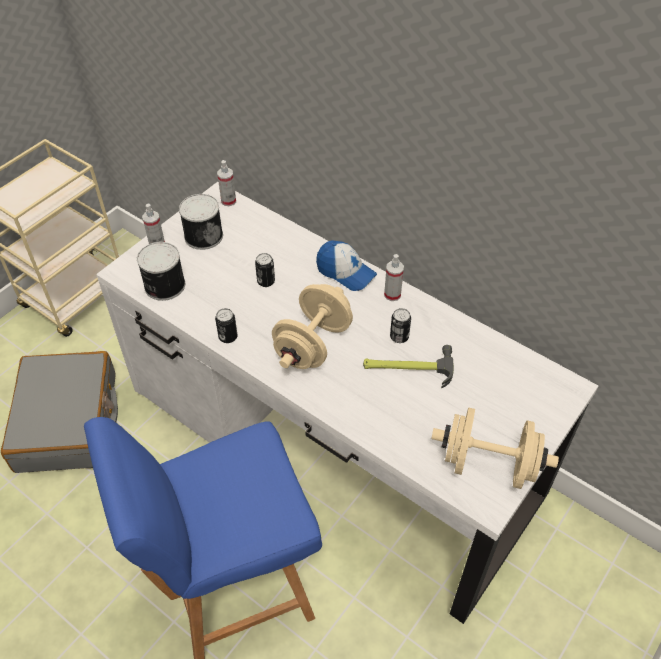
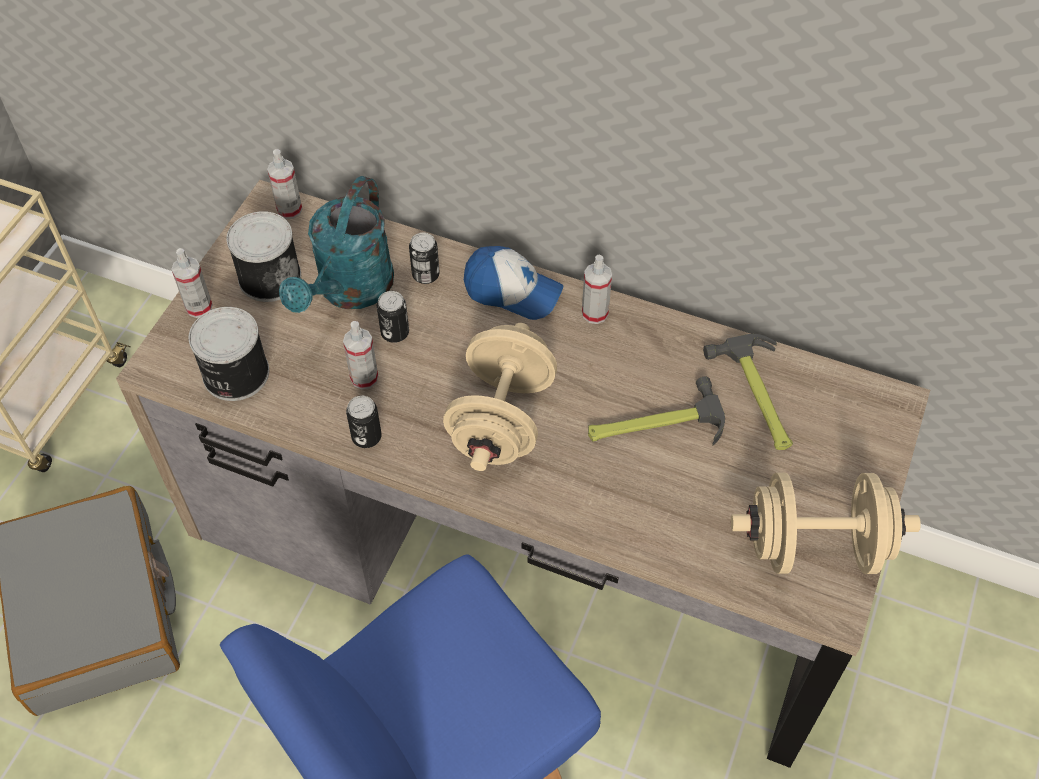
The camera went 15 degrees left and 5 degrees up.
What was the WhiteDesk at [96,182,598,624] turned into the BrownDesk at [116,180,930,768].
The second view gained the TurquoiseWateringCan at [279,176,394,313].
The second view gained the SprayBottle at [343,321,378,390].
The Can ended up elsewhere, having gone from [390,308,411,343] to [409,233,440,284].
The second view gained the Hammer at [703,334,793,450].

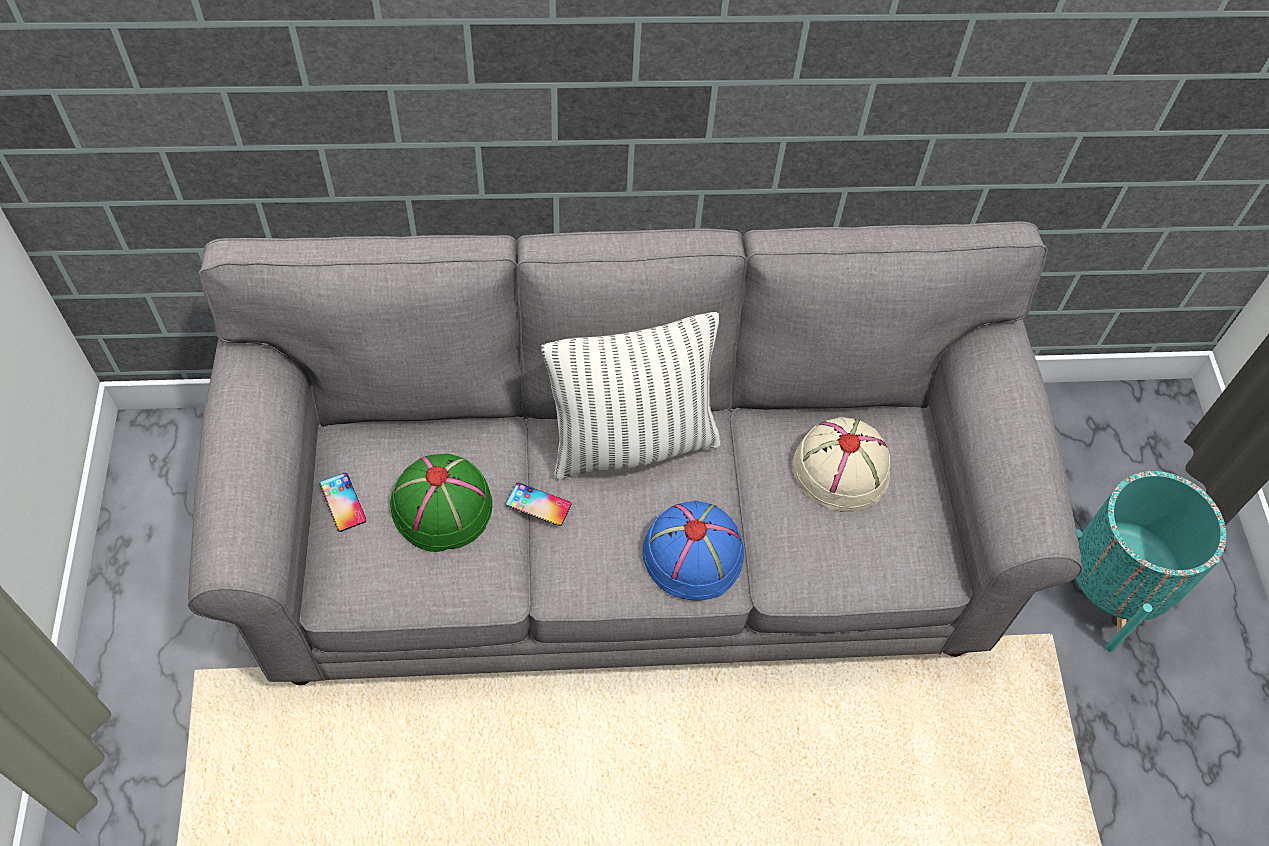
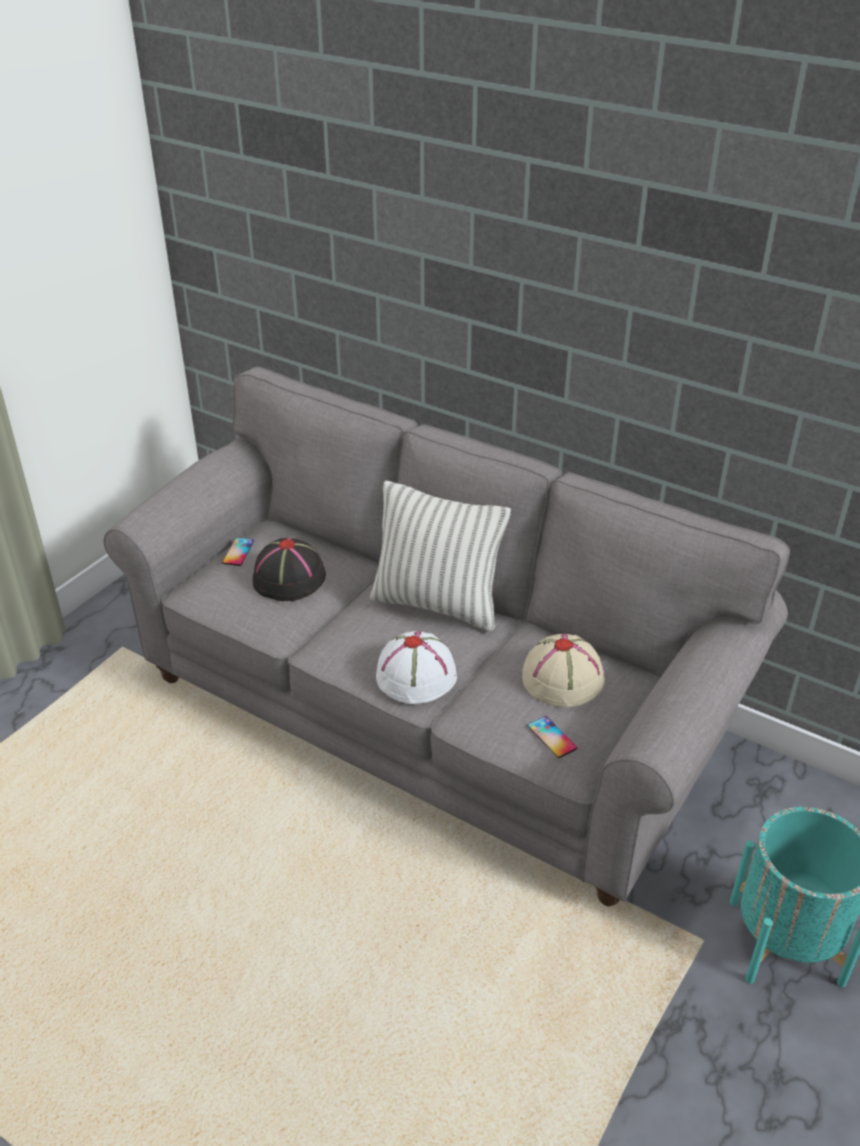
The camera went 40 degrees right and 20 degrees down.
What was the GreenHat at [390,453,492,552] turned into the BlackHat at [252,538,326,601].
What was the BlueHat at [642,501,744,600] turned into the WhiteHat at [376,631,457,704].
The Phone ended up elsewhere, having gone from [506,483,571,526] to [527,716,577,758].

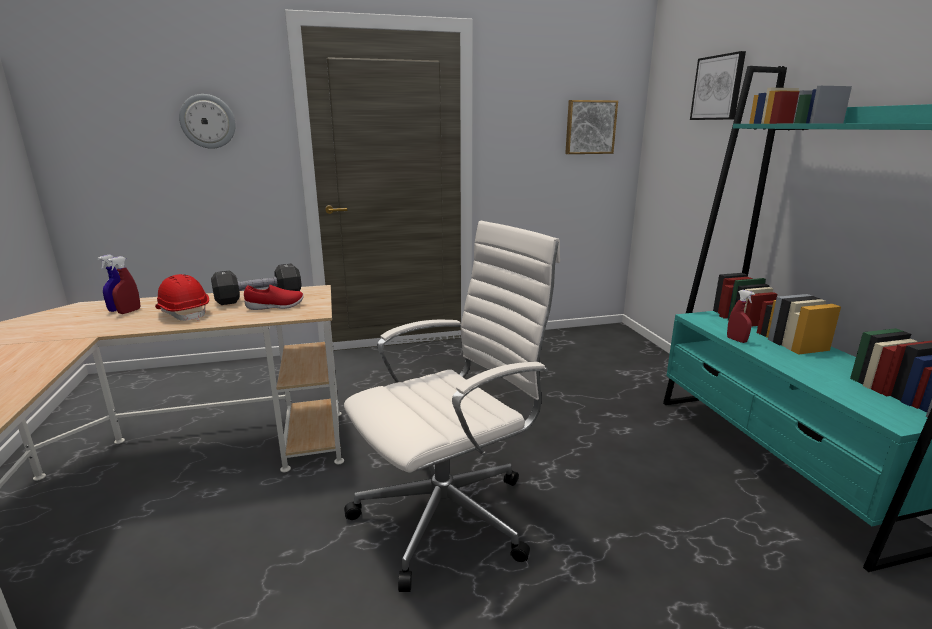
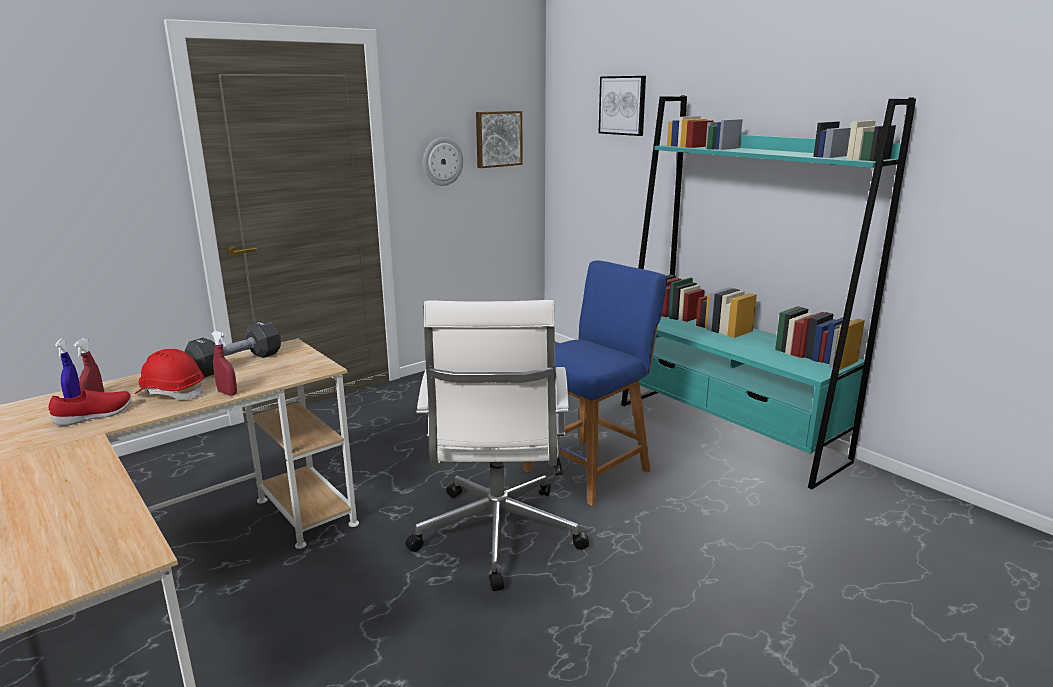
The camera went 25 degrees left and 0 degrees up.
The RedShoe ended up elsewhere, having gone from [244,285,304,310] to [49,390,132,426].
The RedSprayBottle ended up elsewhere, having gone from [727,290,755,343] to [212,331,237,396].
The WhiteOfficeChair at [344,221,560,592] ended up facing another way, 150 degrees clockwise from before.
The WallClock ended up elsewhere, having gone from [179,94,236,149] to [423,137,463,186].
The second view gained the BlueStool at [523,260,667,506].

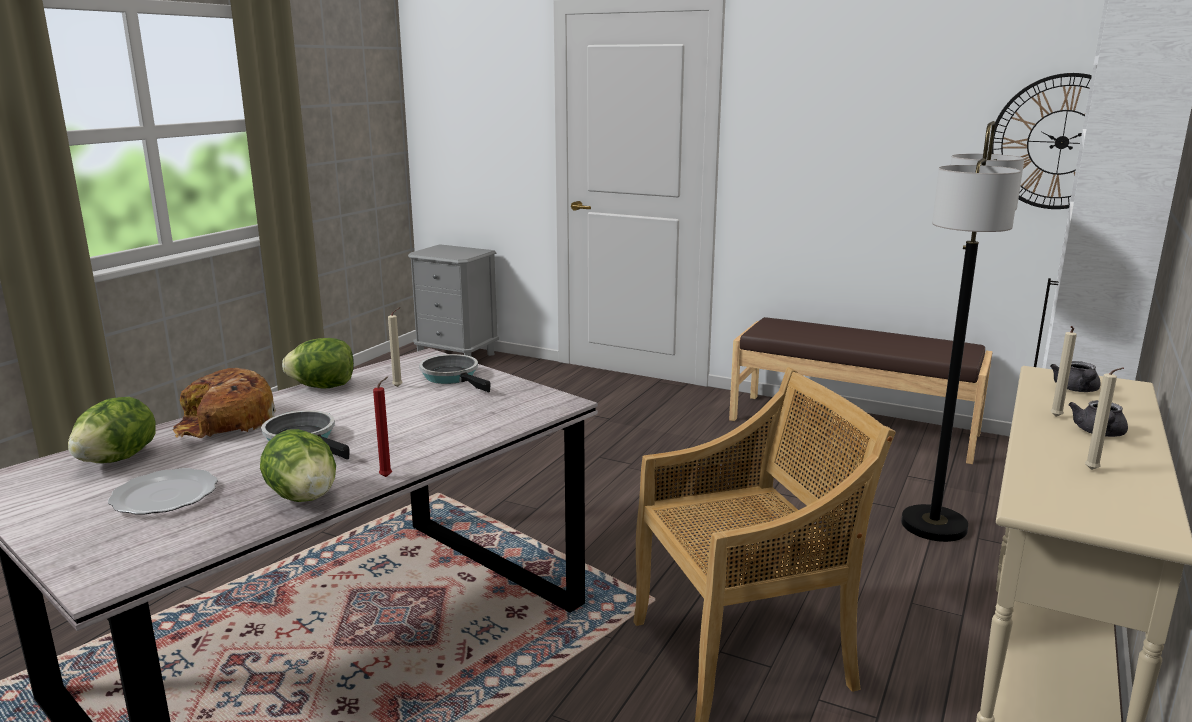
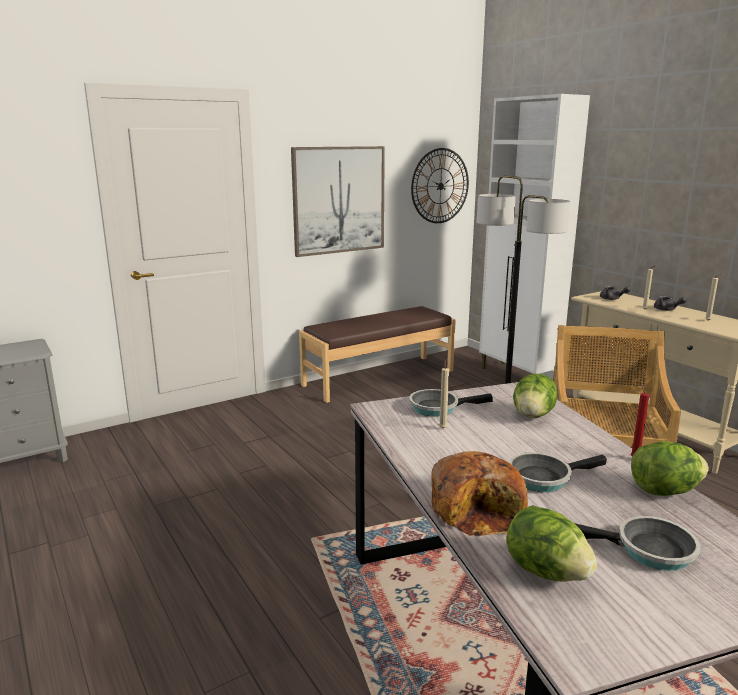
The camera went 60 degrees left and 0 degrees up.
The second view gained the Picture at [291,146,385,257].
The Lettuce ended up elsewhere, having gone from [282,338,354,389] to [513,374,557,418].
Where the Plate stood at [108,468,218,515], the FryingPan came to stand at [574,516,701,571].

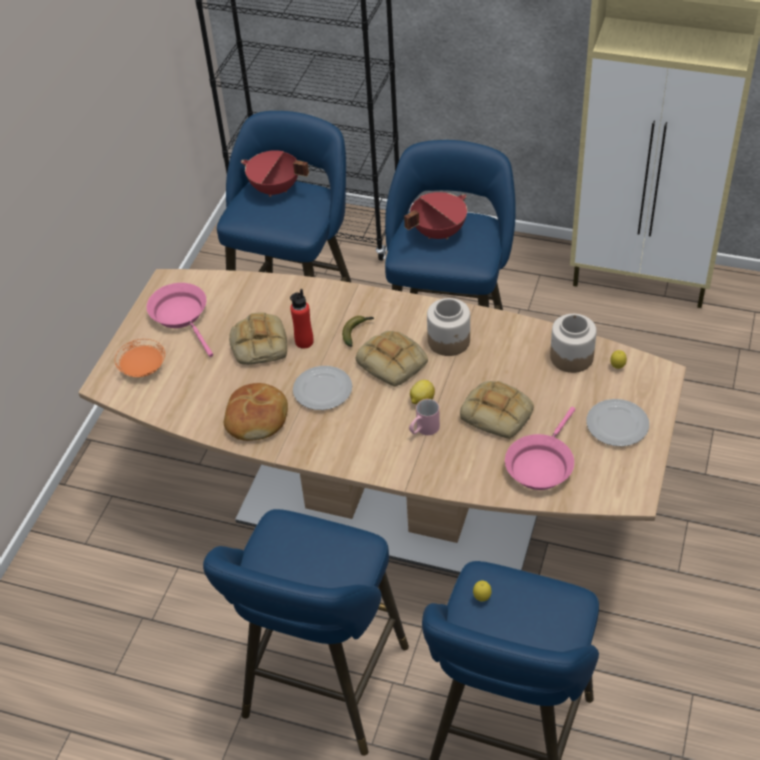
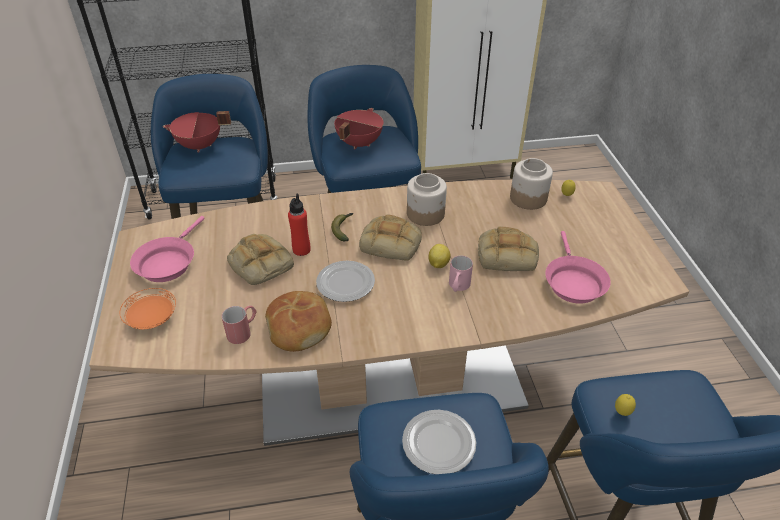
The camera went 30 degrees left and 5 degrees down.
The PinkFryingPan at [147,283,213,357] ended up facing another way, 105 degrees counterclockwise from before.
The second view gained the RedMug at [222,305,257,344].
The Plate ended up elsewhere, having gone from [586,399,649,446] to [402,410,476,474].

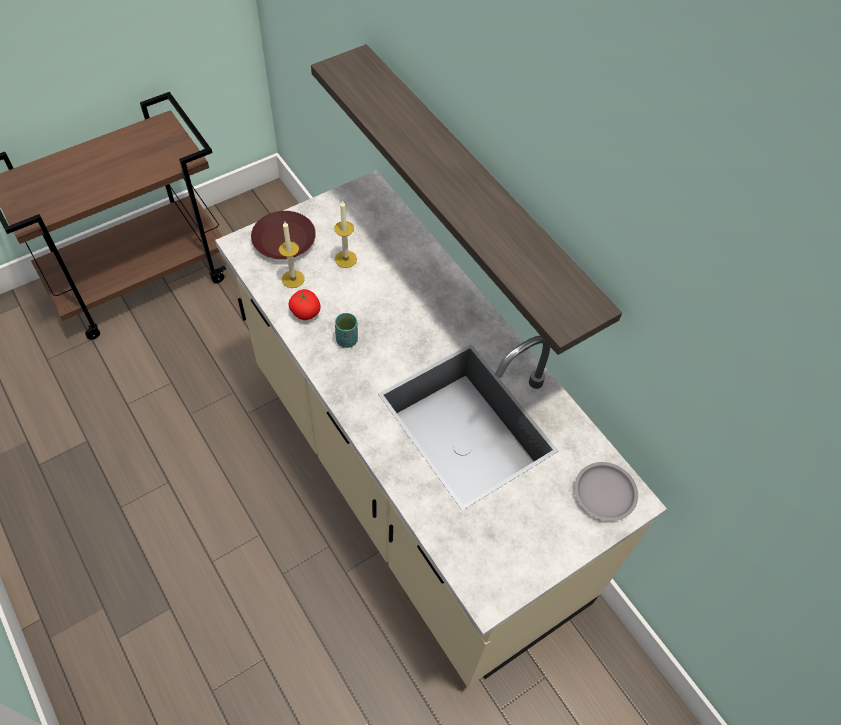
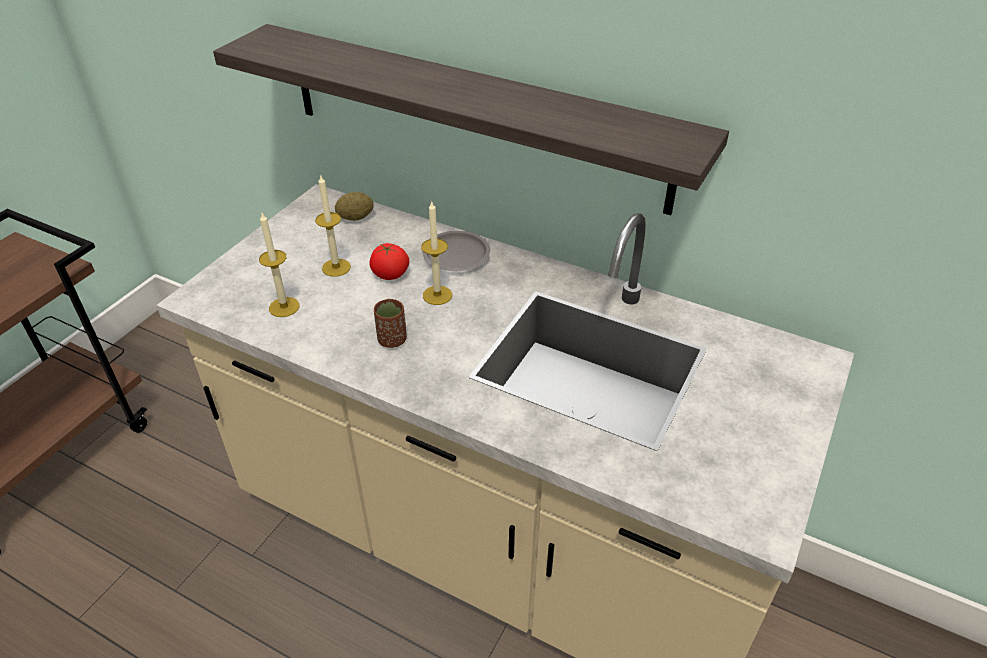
The camera went 25 degrees left and 15 degrees down.
The second view gained the Potato at [335,192,374,221].
The Tomato ended up elsewhere, having gone from [288,289,321,320] to [370,243,409,280].
What was the TurquoiseCup at [335,313,358,348] turned into the BrownCup at [374,299,407,348].
The second view gained the Candle at [421,202,452,305].
The GreyPlate ended up elsewhere, having gone from [574,462,638,521] to [422,231,490,271].
The second view lost the BrownPlate at [251,211,316,259].

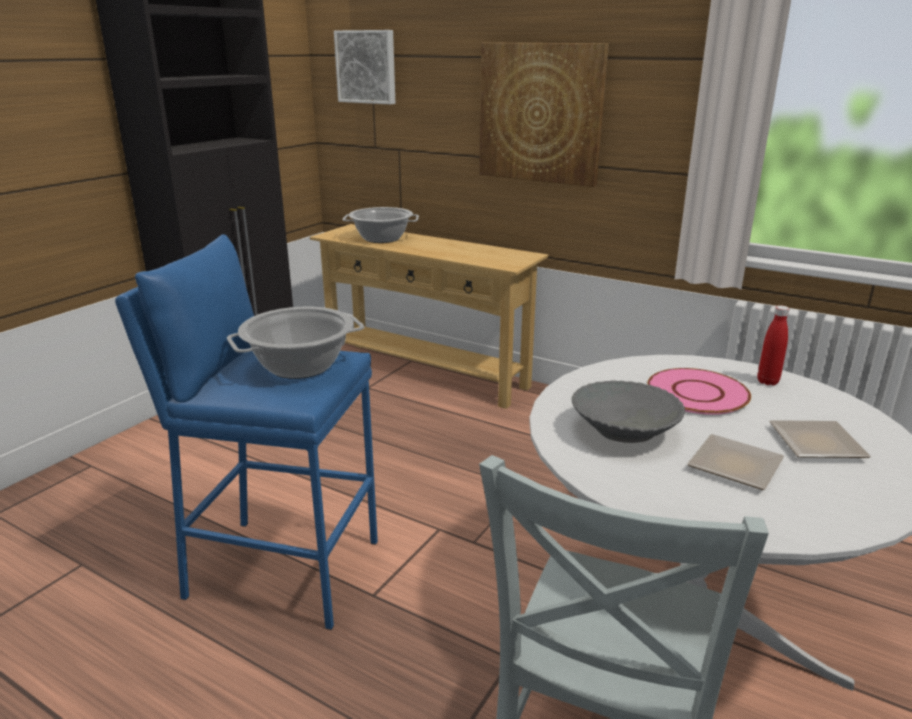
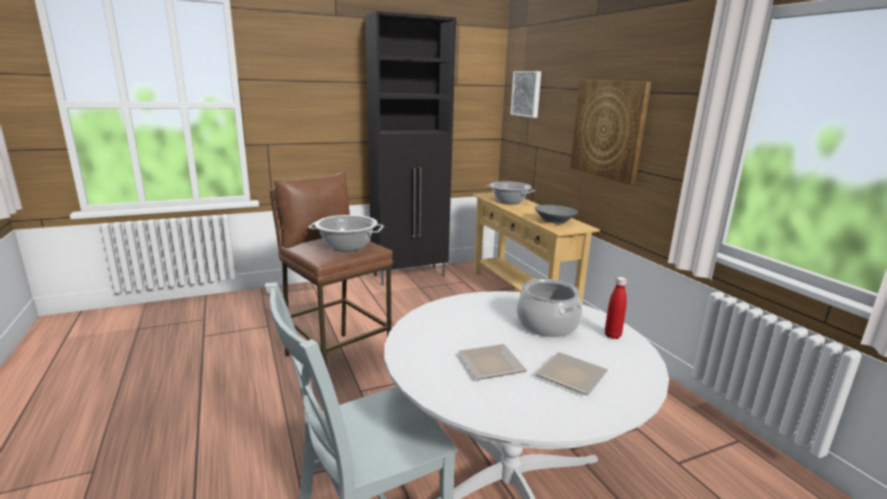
The camera went 35 degrees right and 5 degrees down.
What was the BlueStool at [115,234,378,630] turned into the BrownStool at [270,172,393,367].
Where the PinkPlate stood at [647,368,751,415], the CookingPot came to stand at [517,279,582,337].
The GreyBowl ended up elsewhere, having gone from [572,380,685,443] to [535,205,578,224].

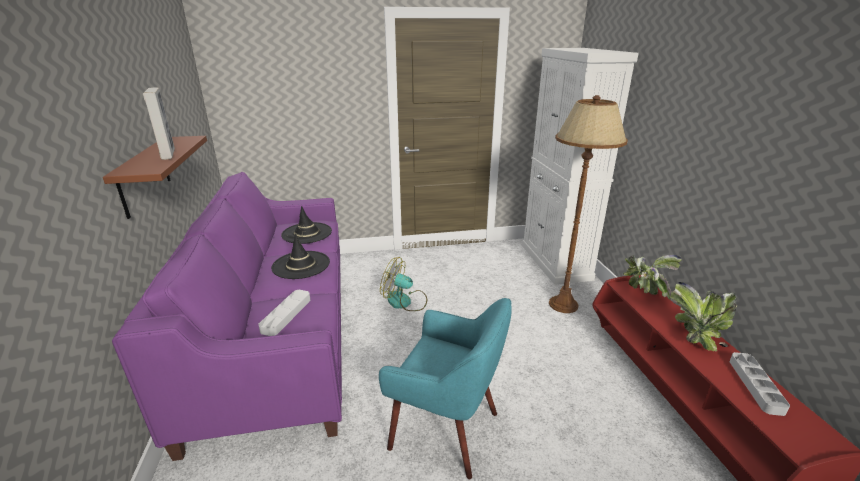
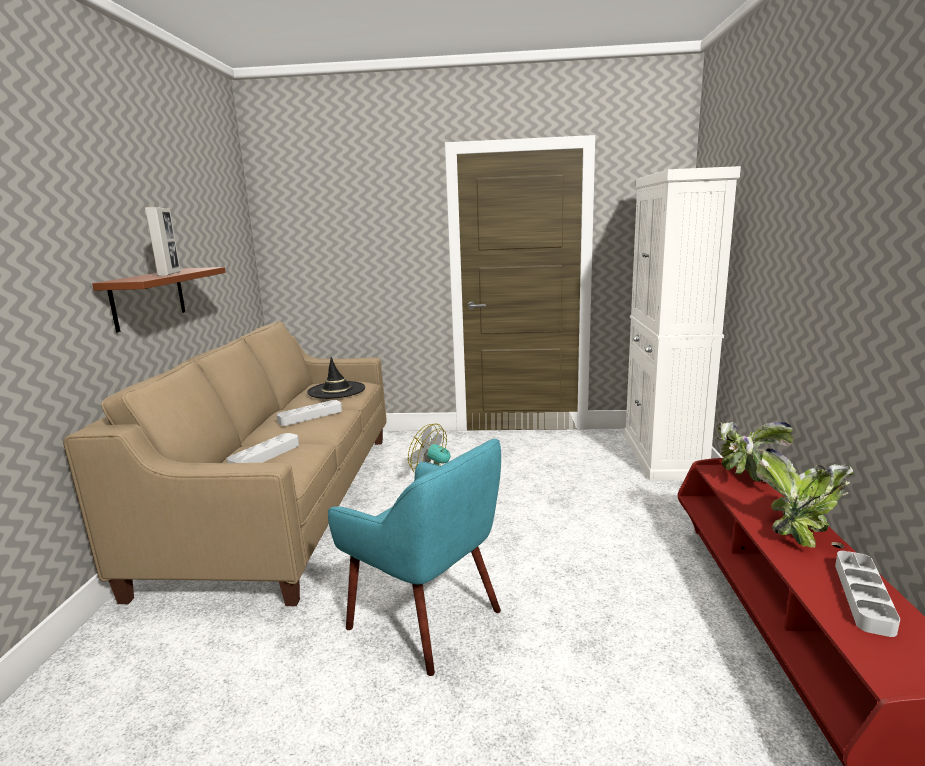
The camera went 15 degrees right and 10 degrees down.
What was the PurpleSofa at [112,172,342,461] turned into the BeigeSofa at [63,321,387,606].
Where the BlackHat stood at [271,234,330,279], the GreyTray came to stand at [277,400,342,426].
The second view lost the BrownFloorLamp at [549,95,628,313].

